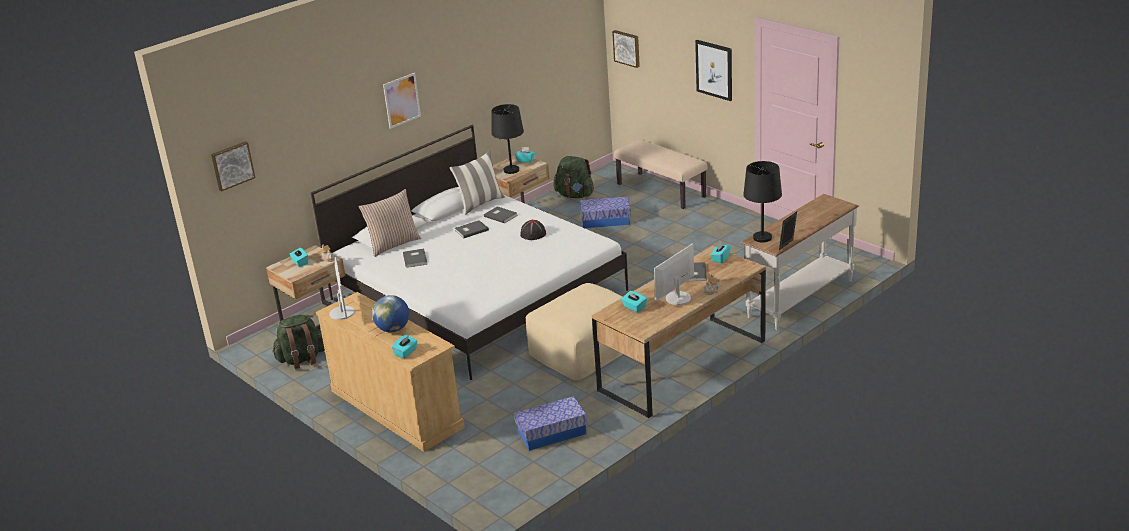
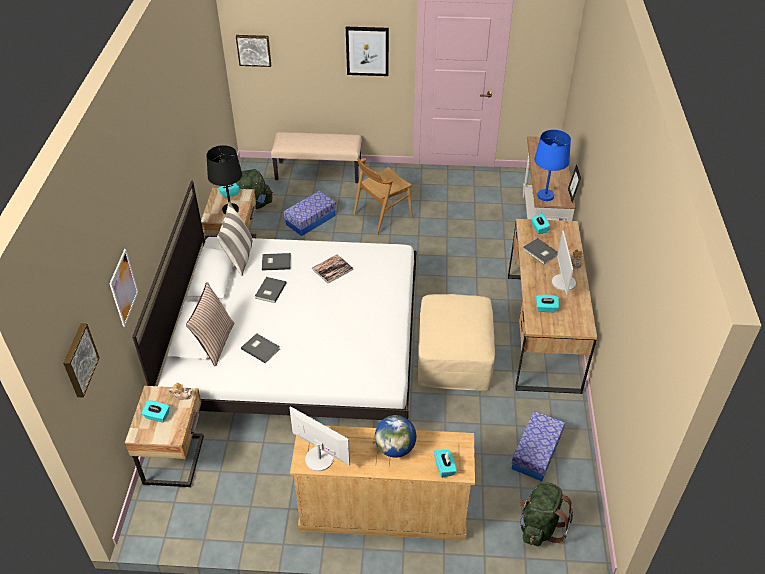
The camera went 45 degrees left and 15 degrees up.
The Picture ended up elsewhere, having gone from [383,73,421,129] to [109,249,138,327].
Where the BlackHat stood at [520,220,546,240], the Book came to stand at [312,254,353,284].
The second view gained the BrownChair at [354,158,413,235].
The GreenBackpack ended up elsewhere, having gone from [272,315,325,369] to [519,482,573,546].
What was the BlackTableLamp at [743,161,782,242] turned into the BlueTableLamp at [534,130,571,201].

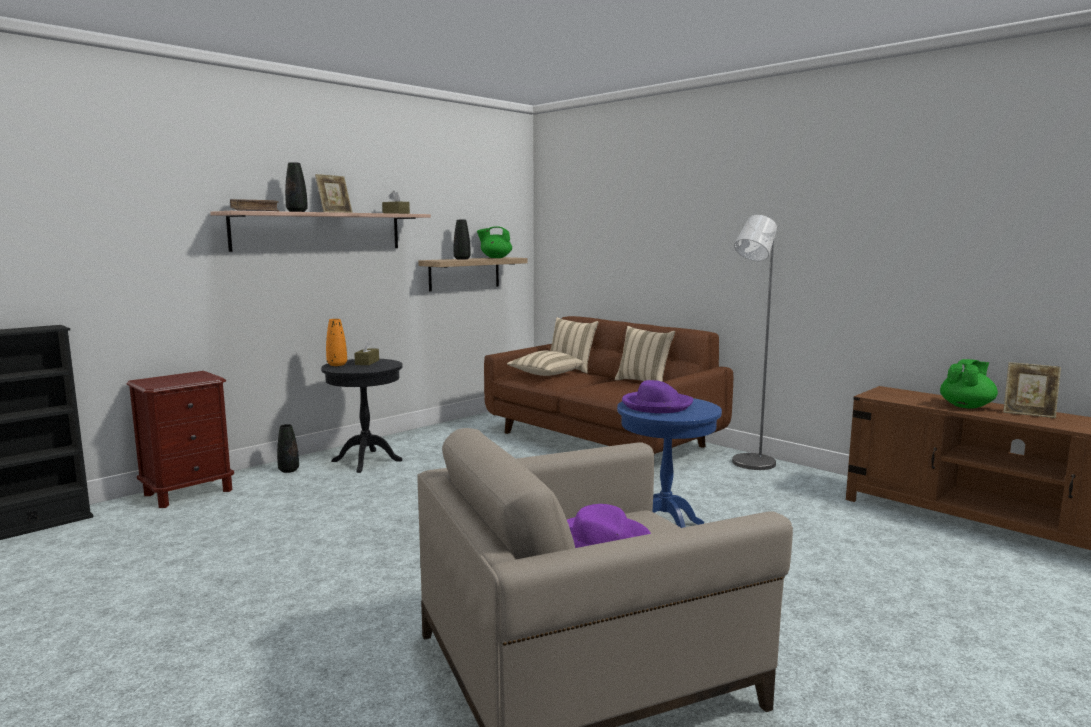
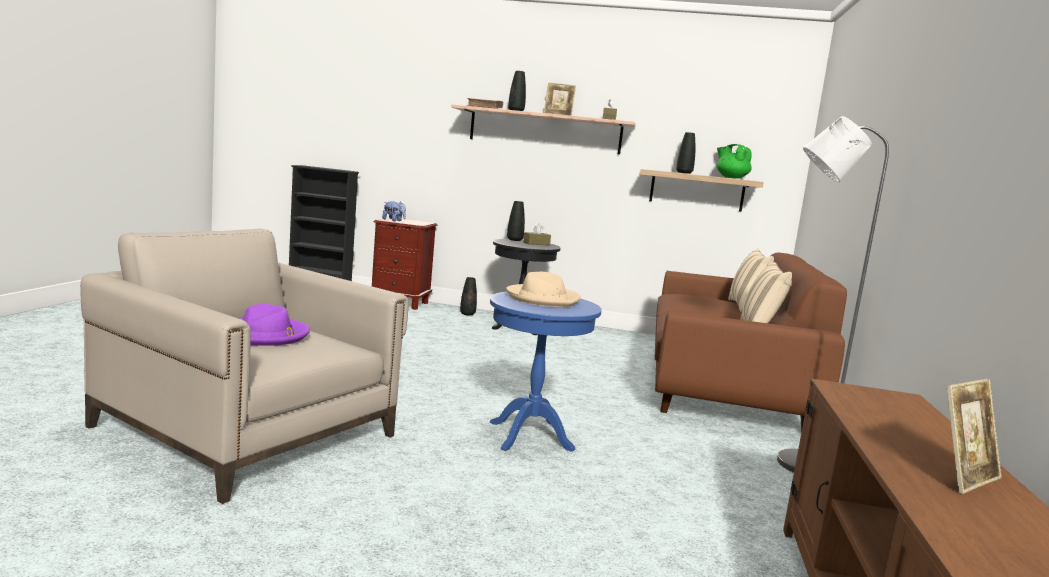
The camera went 55 degrees right and 0 degrees up.
The second view gained the PlushToy at [382,201,406,221].
What was the PurpleHat at [622,380,693,413] turned into the BeigeHat at [506,272,581,307].
What was the OrangeVase at [326,319,347,366] turned into the BlackVase at [507,201,525,241].
The PictureFrame at [1003,362,1061,418] ended up facing another way, 120 degrees counterclockwise from before.
The second view lost the BeigePillow at [507,350,584,376].
The second view lost the GreenTeapot at [940,359,998,409].

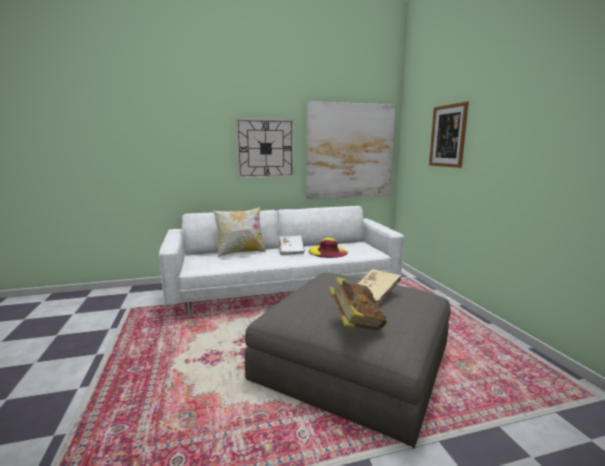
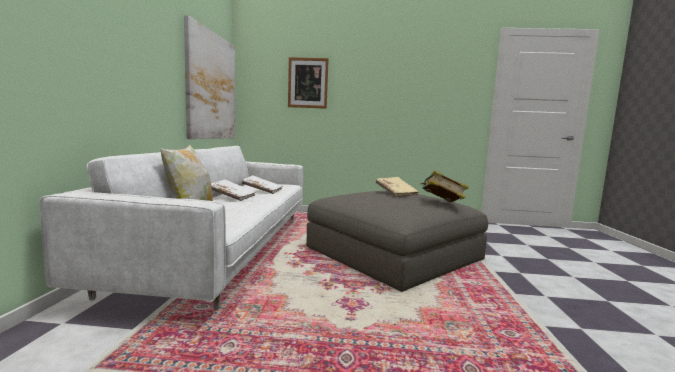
The camera went 70 degrees left and 5 degrees down.
Where the YellowHat stood at [309,238,348,258], the WhiteBook came to stand at [242,175,282,194].
The second view lost the WallClock at [235,118,294,179].

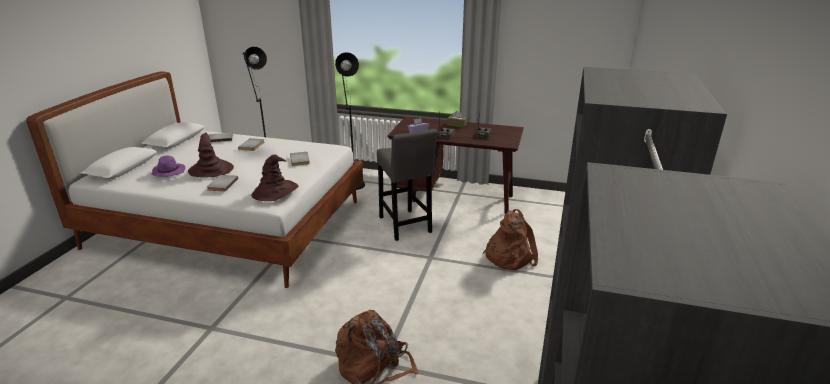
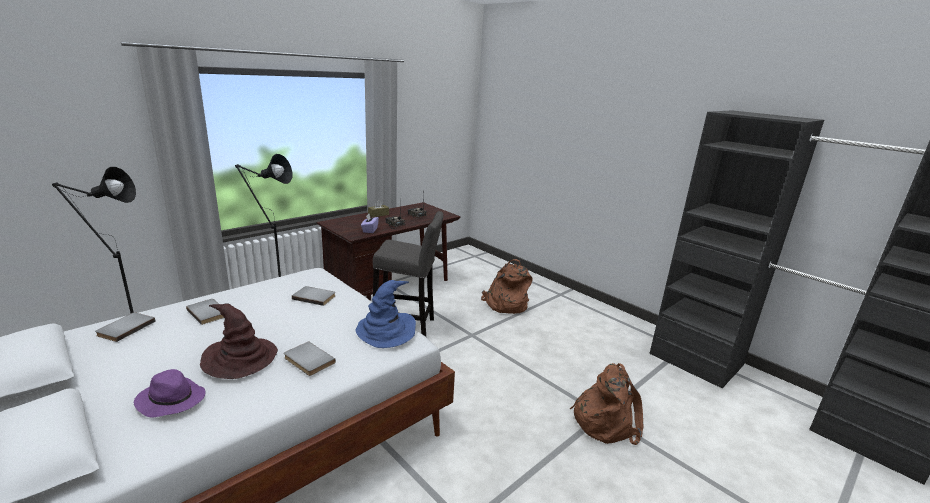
The camera went 60 degrees left and 5 degrees down.
What was the BrownHat at [251,155,299,201] turned into the BlueHat at [356,280,416,348].

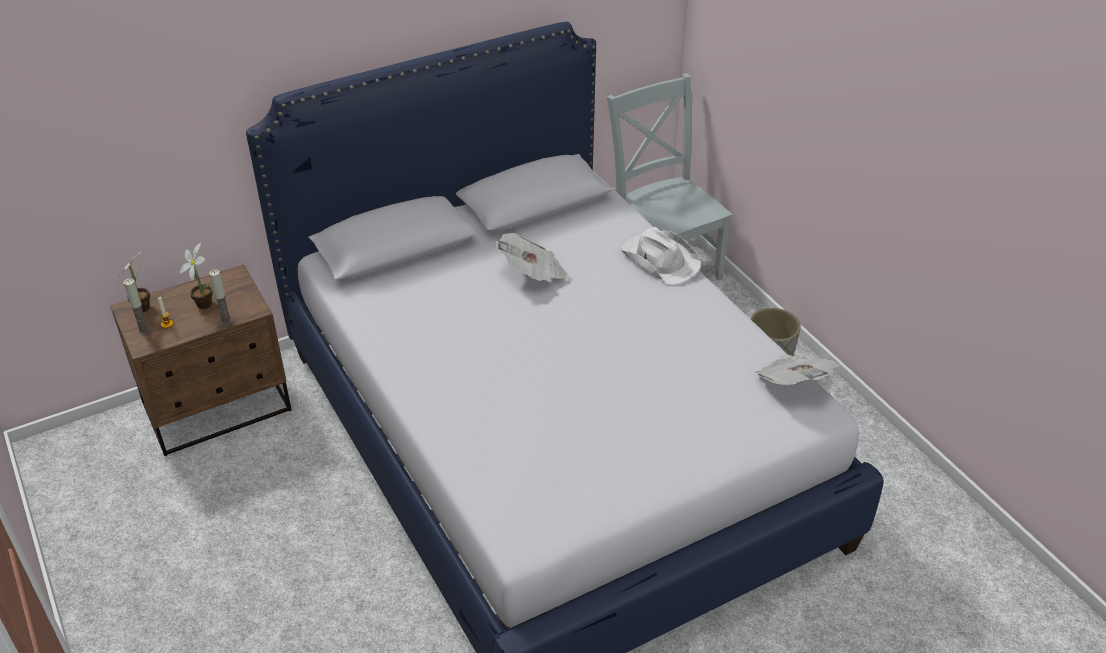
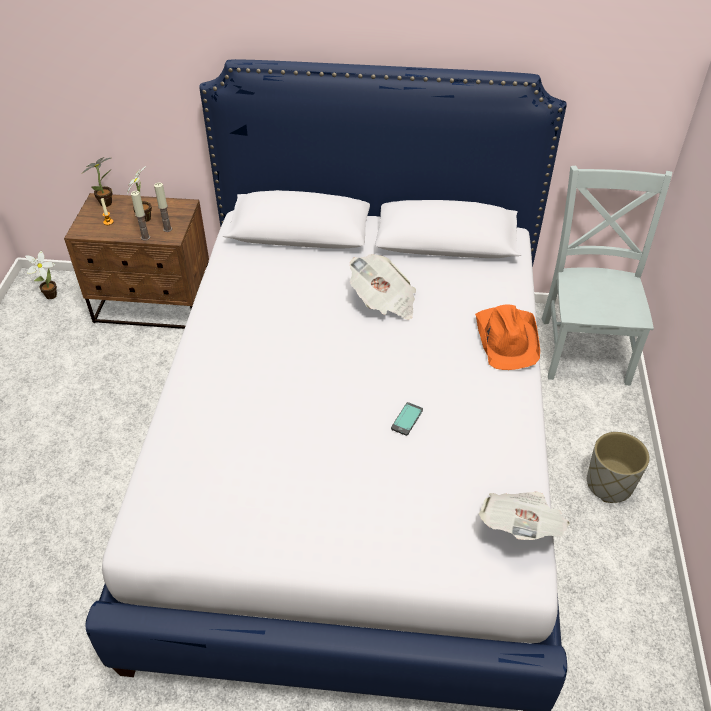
The camera went 35 degrees right and 5 degrees up.
The second view gained the PottedPlant at [25,251,57,299].
The Candle ended up elsewhere, having gone from [123,279,150,334] to [154,183,172,232].
The second view gained the Phone at [391,402,423,436].
What was the WhiteHat at [620,227,701,285] turned into the OrangeHat at [475,304,540,370].

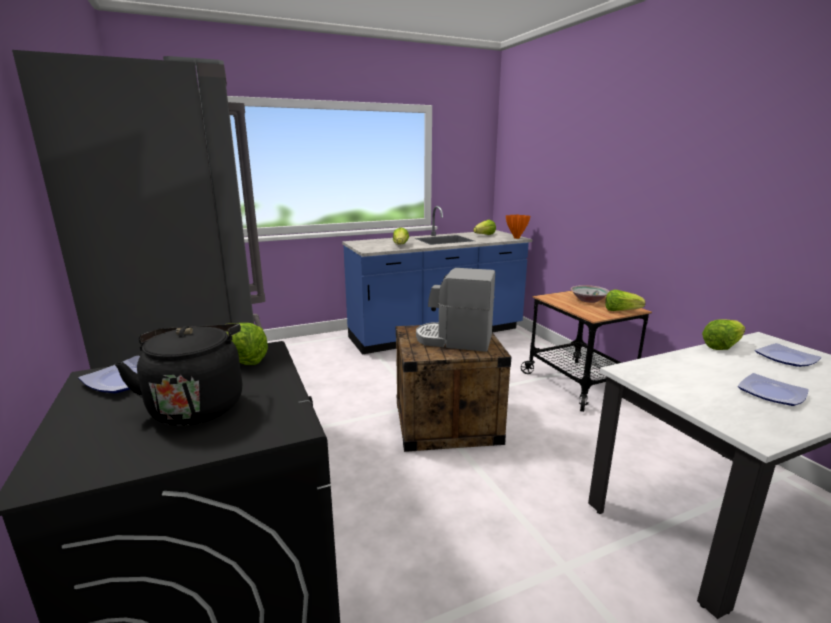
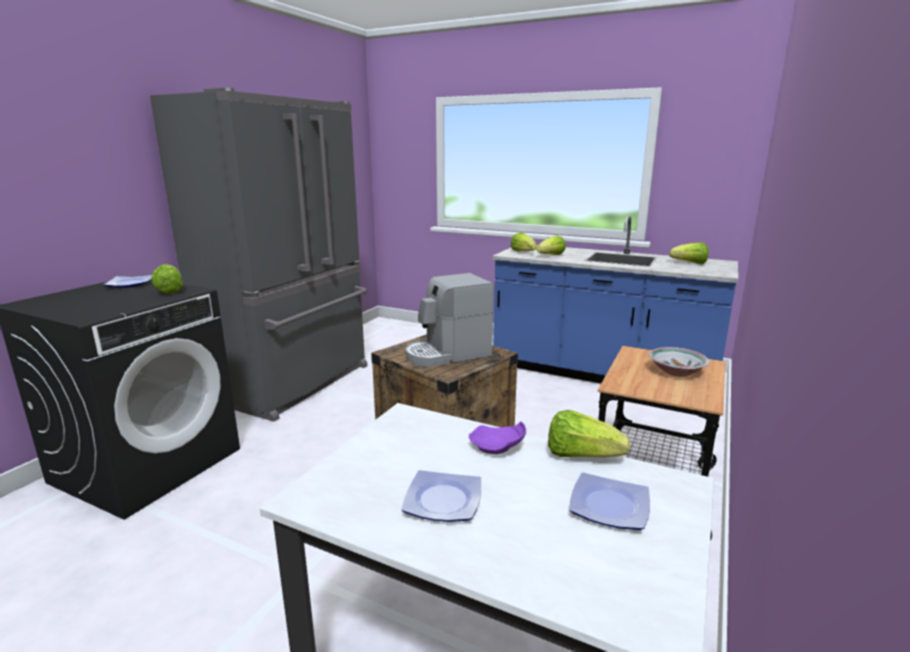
The camera went 50 degrees right and 0 degrees up.
The CoffeeMachine at [416,268,495,352] ended up facing another way, 90 degrees counterclockwise from before.
The second view gained the PurplePlate at [469,422,526,454].
The Lettuce ended up elsewhere, having gone from [605,290,645,311] to [510,232,537,251].
The second view lost the BlackKettle at [115,324,242,425].
The second view lost the OrangeVase at [506,214,530,239].

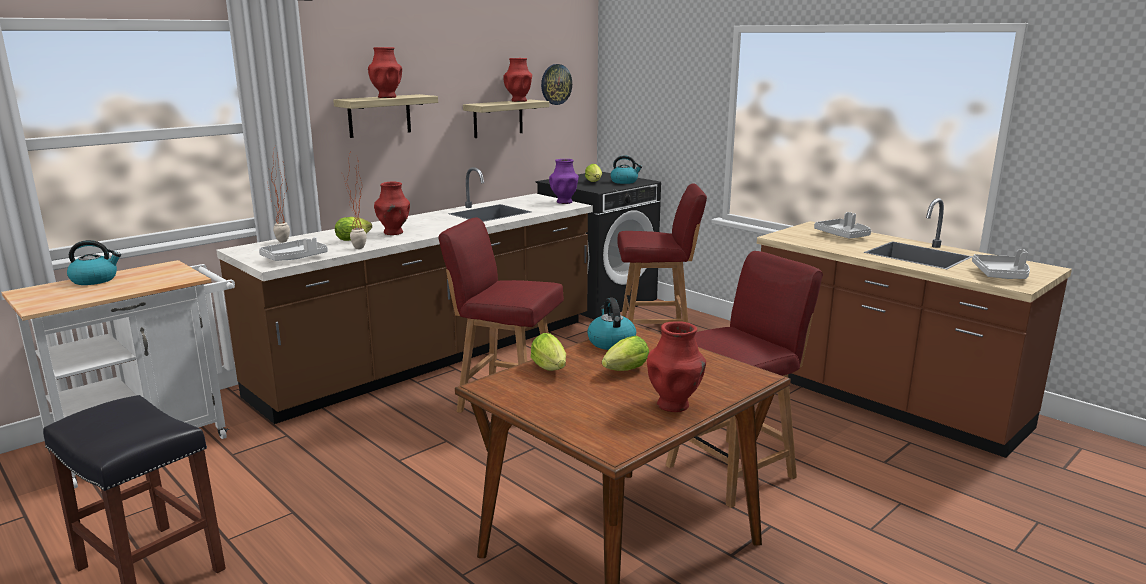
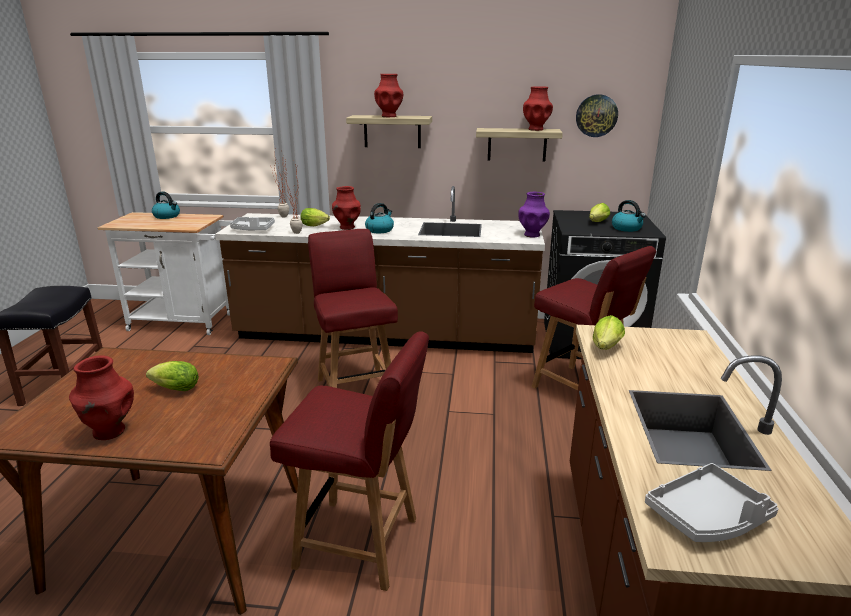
The camera went 50 degrees right and 5 degrees up.
The Kettle ended up elsewhere, having gone from [587,298,636,350] to [365,203,394,233].
The Lettuce ended up elsewhere, having gone from [531,333,566,371] to [593,315,625,350].
The second view lost the GreyTray at [814,212,871,238].

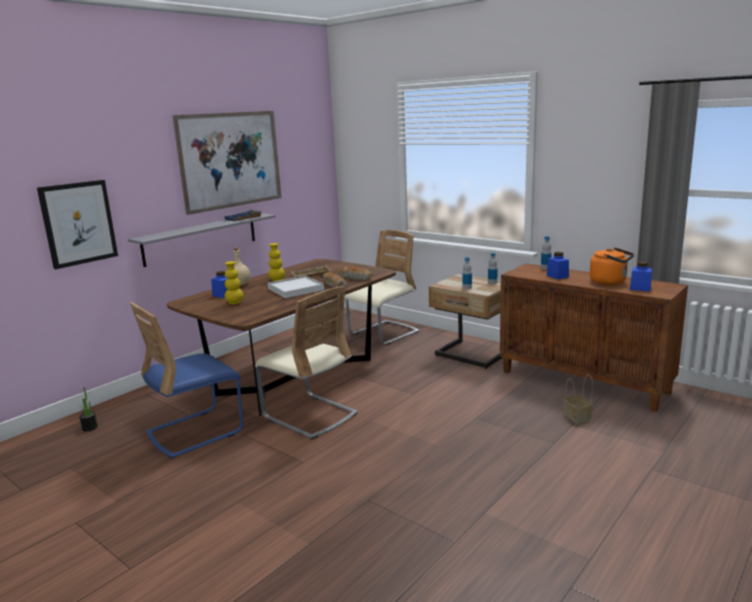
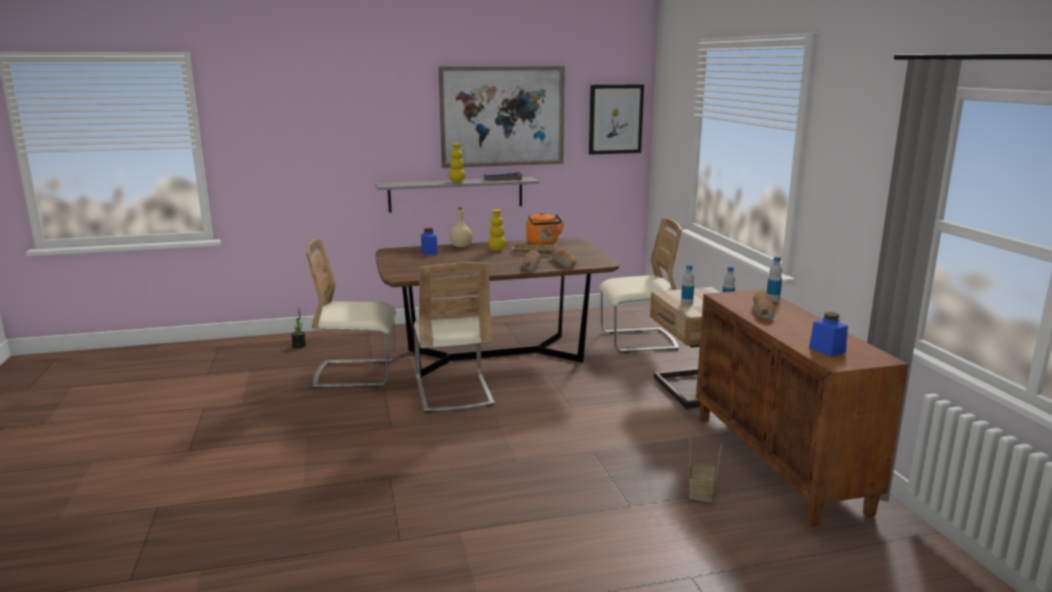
The camera went 35 degrees right and 0 degrees up.
What was the BlueChair at [130,302,243,459] turned into the BeigeChair at [306,238,396,388].
The YellowVase ended up elsewhere, having gone from [225,261,243,304] to [449,143,465,182].
The OrangeKettle ended up elsewhere, having gone from [590,248,634,285] to [526,212,564,245].
The Picture ended up elsewhere, having gone from [37,180,118,269] to [589,84,644,155].
Where the BlueJar stood at [547,252,569,279], the Bread came to stand at [753,291,775,320].
The second view lost the WhiteTray at [268,276,324,298].

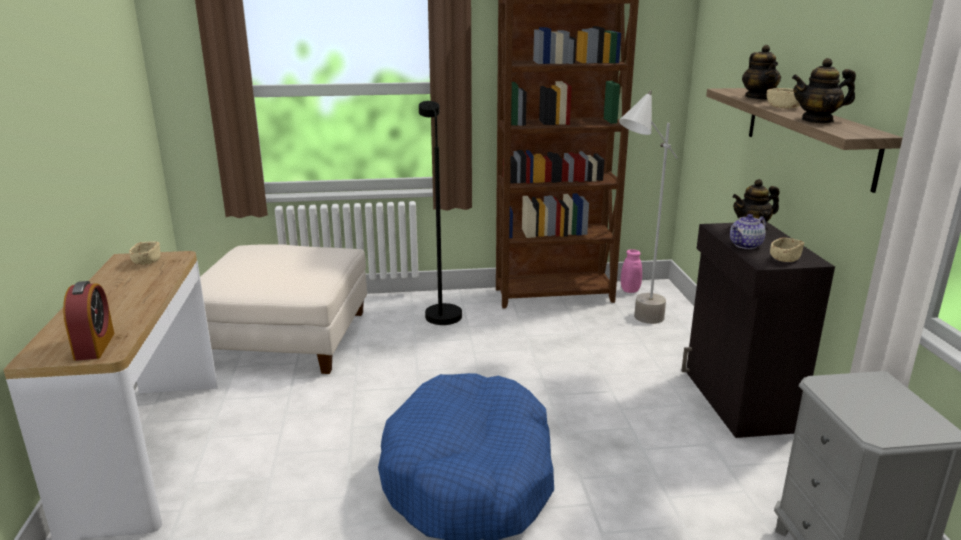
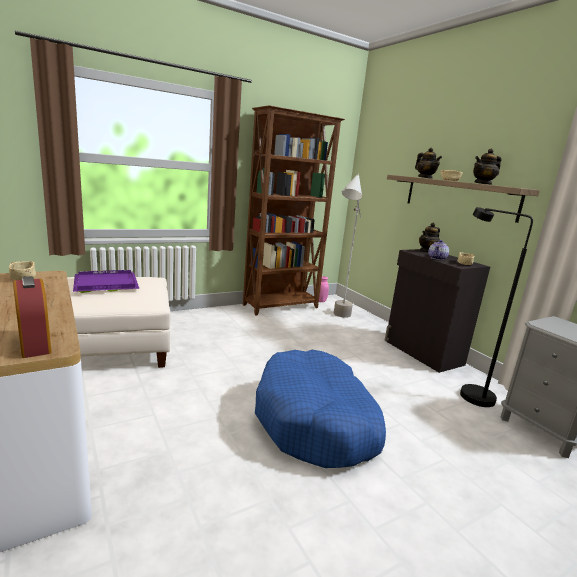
The camera went 25 degrees left and 5 degrees down.
The second view gained the PurpleTray at [73,270,140,293].
The BlackFloorLamp ended up elsewhere, having gone from [419,101,462,325] to [460,207,533,407].

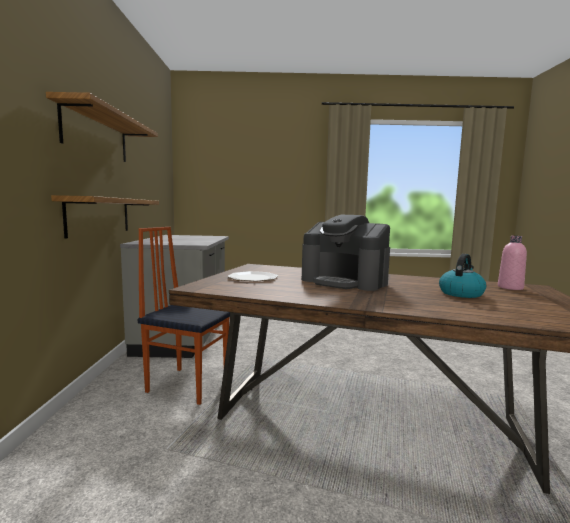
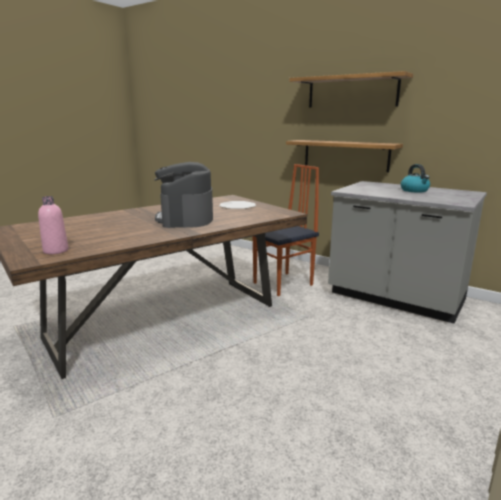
The camera went 125 degrees right and 10 degrees up.
The CoffeeMachine at [302,215,390,291] ended up facing another way, 75 degrees counterclockwise from before.
The Kettle ended up elsewhere, having gone from [439,254,486,298] to [401,164,430,193].

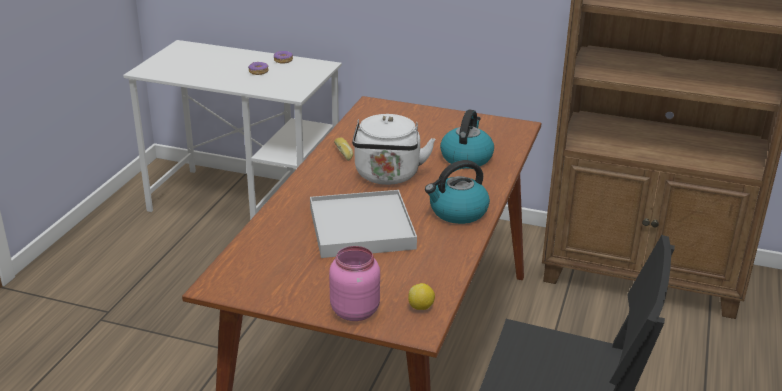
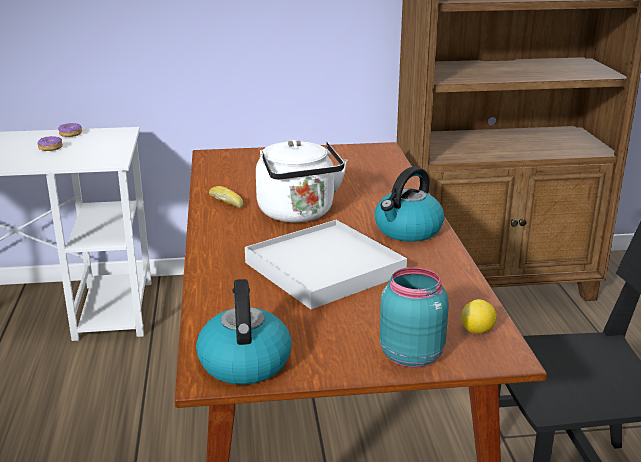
The camera went 25 degrees left and 5 degrees down.
The Kettle ended up elsewhere, having gone from [440,110,494,166] to [196,279,292,385].
What was the PinkJar at [329,246,380,321] turned into the TurquoiseJar at [379,267,449,368].

